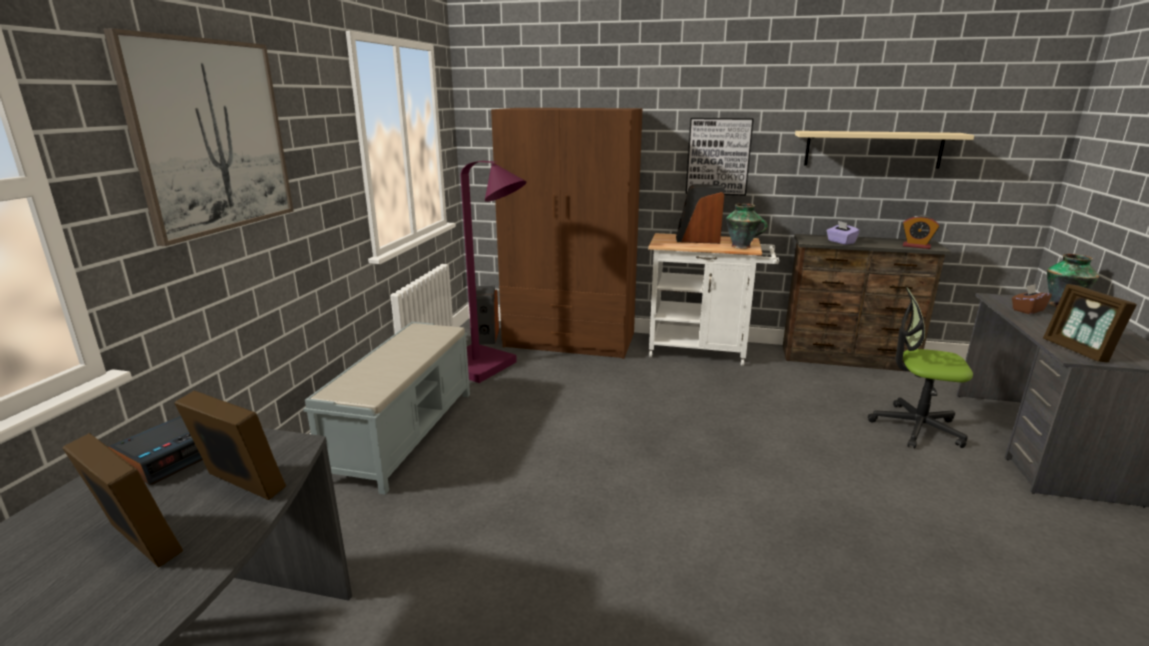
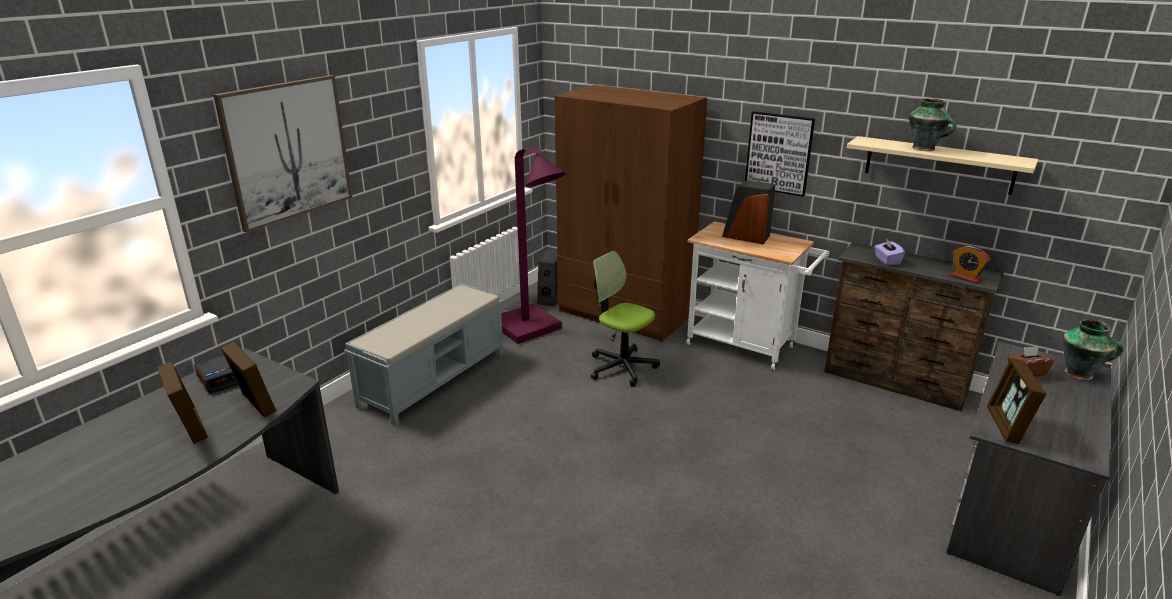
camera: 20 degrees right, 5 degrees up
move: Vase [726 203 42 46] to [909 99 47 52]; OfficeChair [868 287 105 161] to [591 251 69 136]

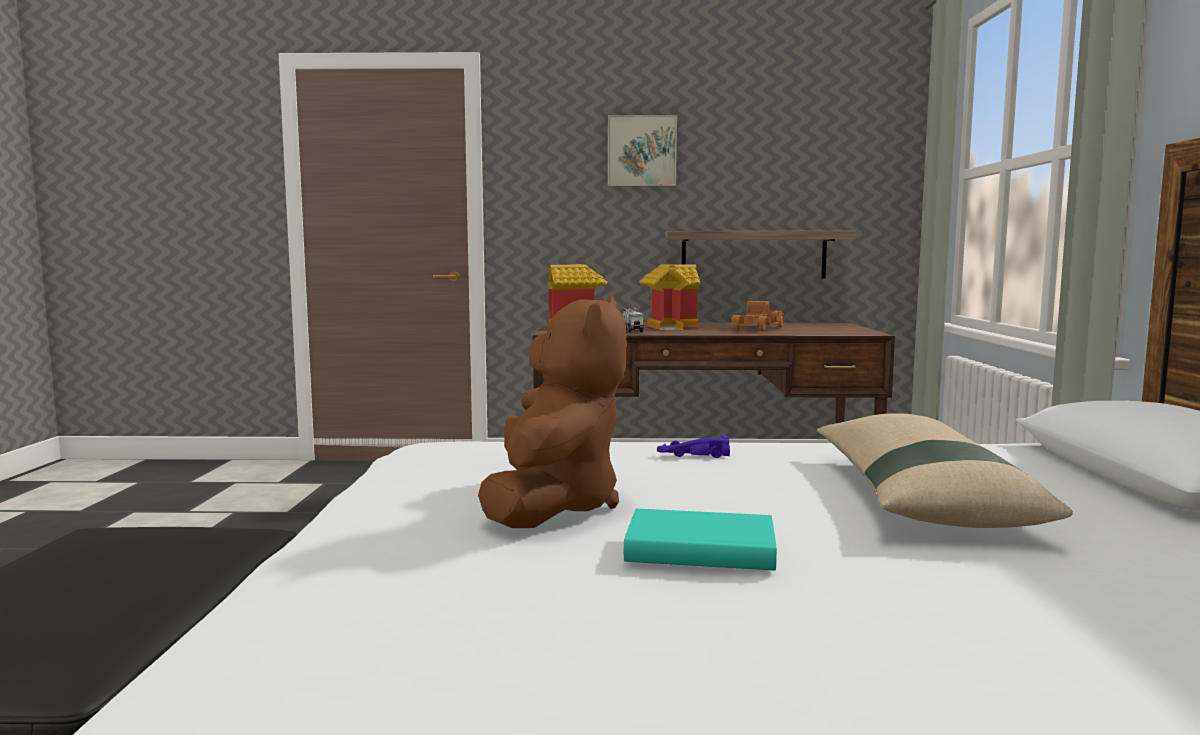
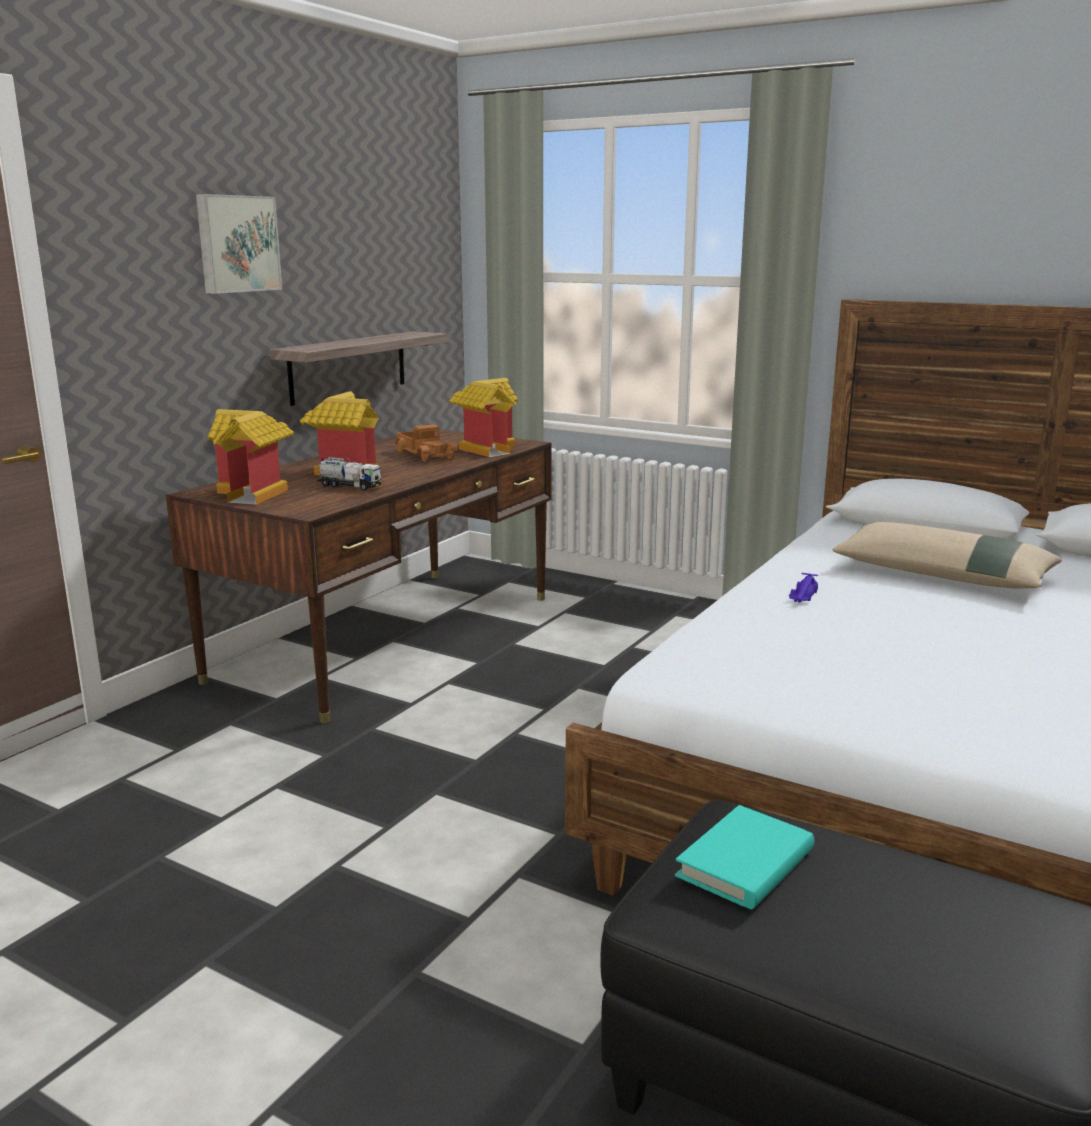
camera: 60 degrees left, 10 degrees up
delete: BrownPlushToy [478 294 149 234]
insert: ToyHouse [449 378 69 79]
move: TurquoiseBook [624 509 153 61] to [675 805 139 105]

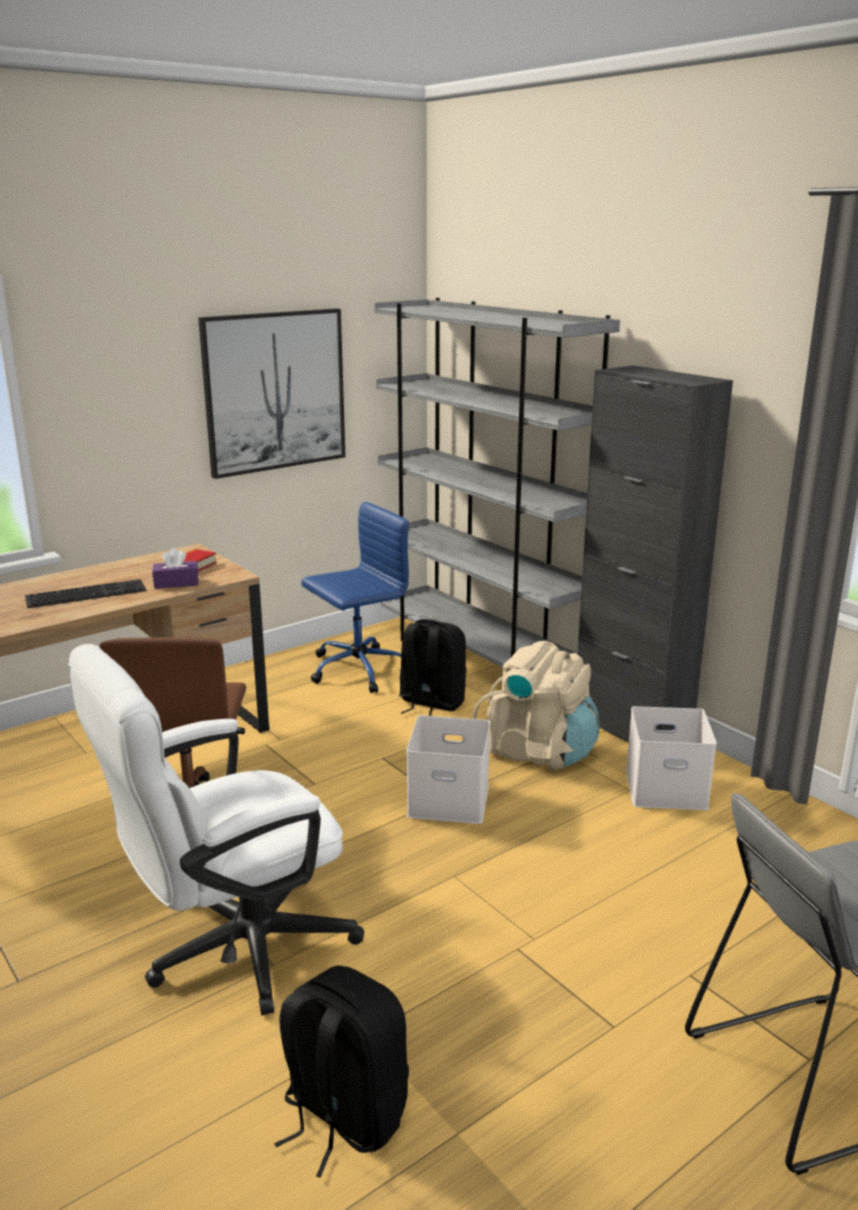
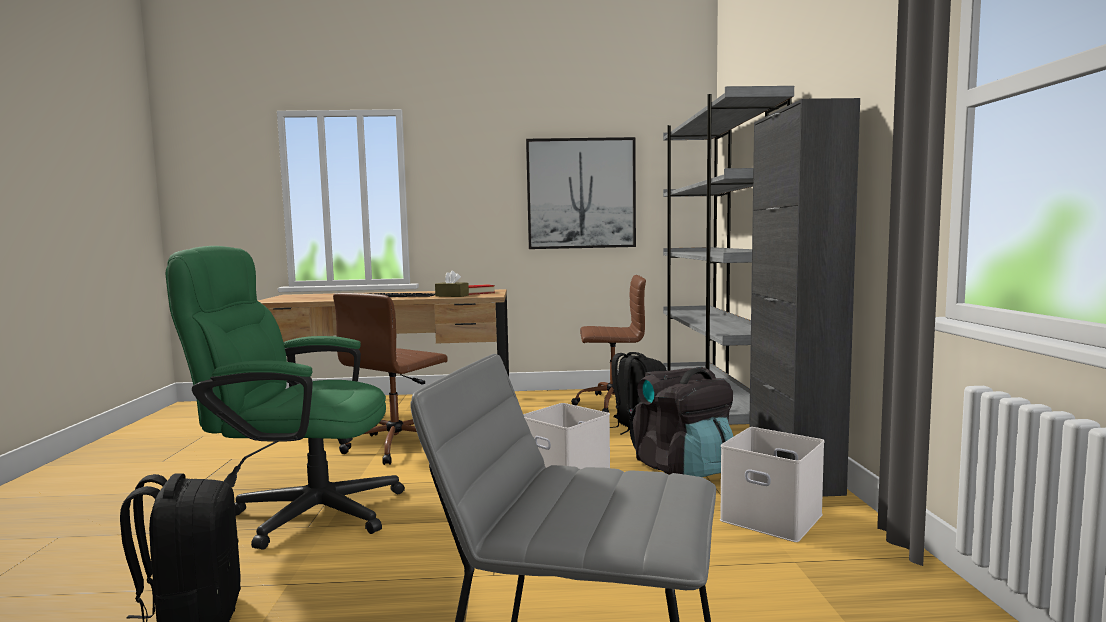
camera: 35 degrees right, 15 degrees down
recolor: WhiteOfficeChair [68 644 296 372] to GreenOfficeChair [166 246 239 304]; PurpleTissueBox [152 548 46 41] to BrownTissueBox [435 271 34 26]; BlueOfficeChair [301 502 108 191] to BrownOfficeChair [571 275 75 138]; BeigeBackpack [472 641 128 129] to BlackBackpack [629 367 105 110]

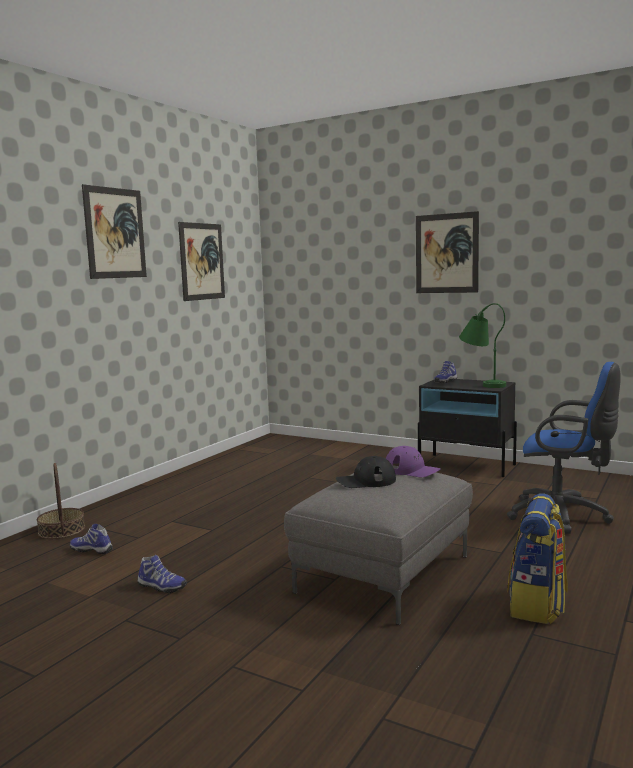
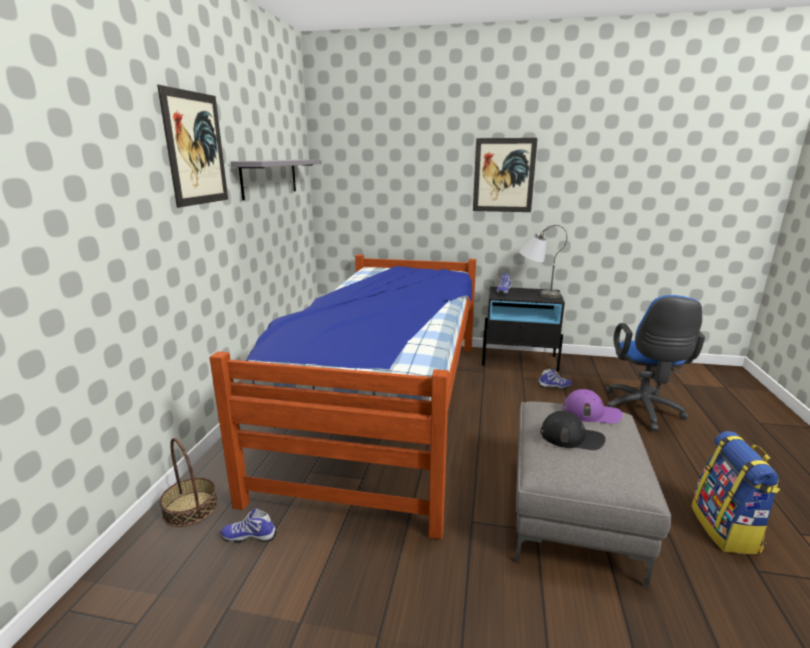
camera: 20 degrees left, 10 degrees up
insert: Bed [210 254 266 285]
move: Shoe [137 555 50 38] to [538 368 34 21]
replace: Picture [178 222 47 79] to GreyShelf [231 160 91 40]
recolor: GreenTableLamp [459 303 47 85] to GreyTableLamp [519 225 48 74]
rotate: BlackCap [336 456 60 32] = [541 411 65 39] 135 degrees counterclockwise; BlueOfficeChair [507 362 114 172] = [605 295 100 136] 90 degrees clockwise

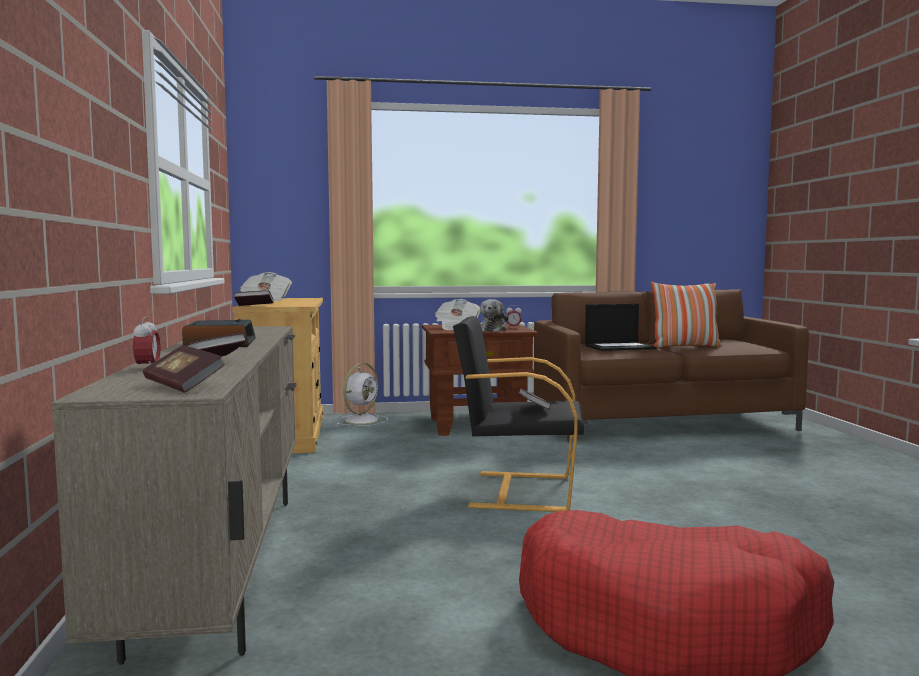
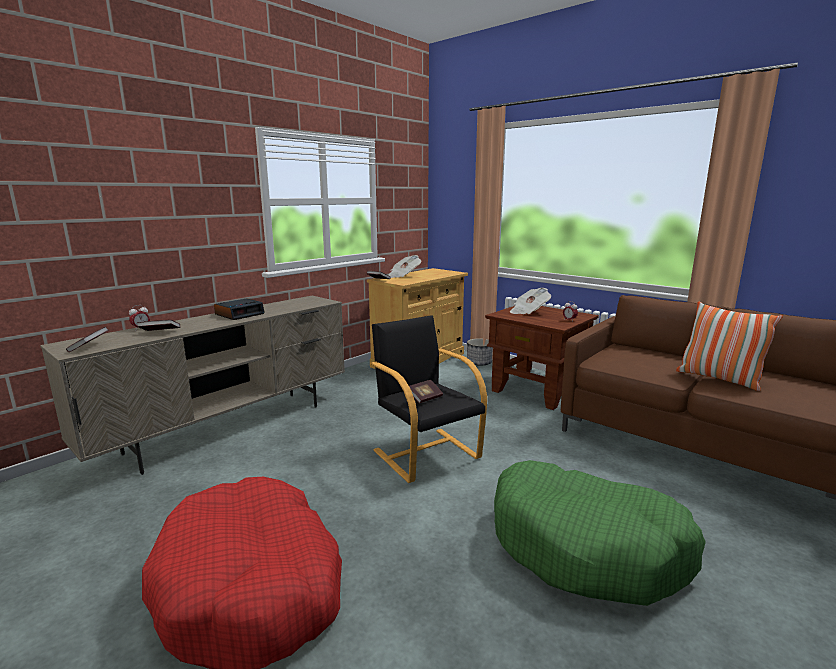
camera: 50 degrees right, 10 degrees up
delete: PlushToy [480 299 29 33]; Laptop [585 304 72 47]
insert: GreenDogBed [494 460 212 146]
replace: WhiteFan [337 363 51 63] to Planter [467 338 26 28]

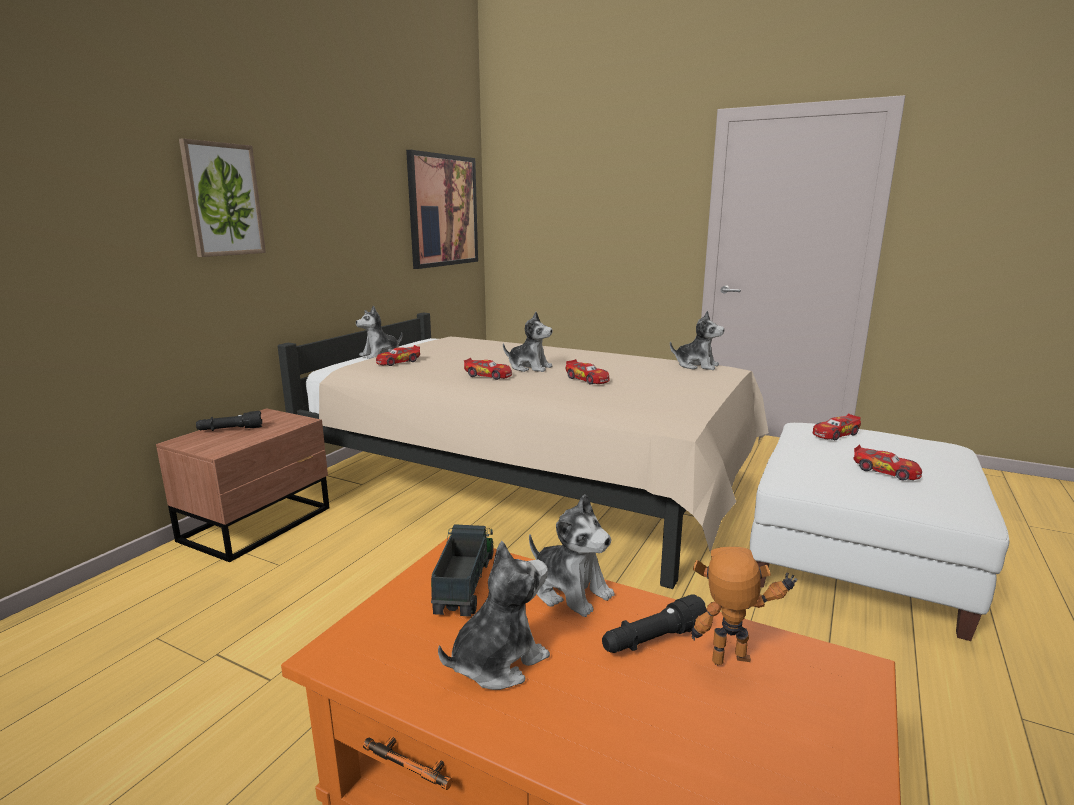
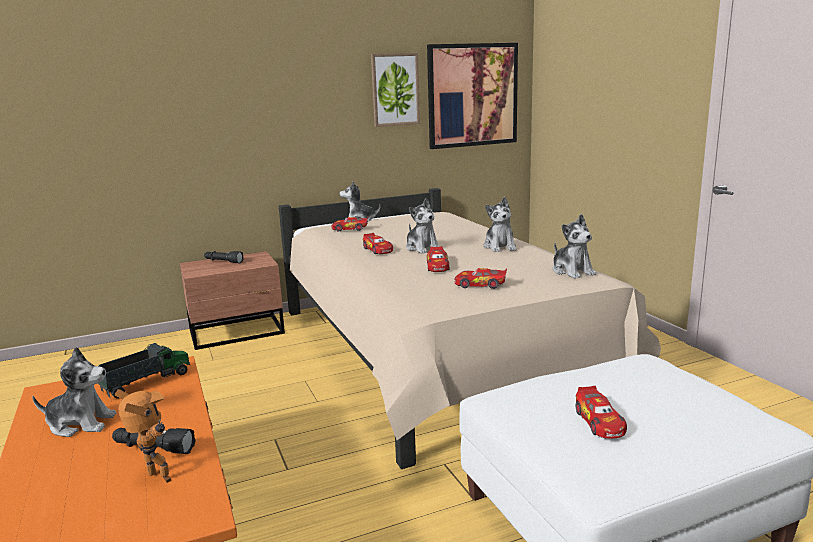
camera: 40 degrees right, 0 degrees up
move: Picture [179 138 87 119] to [371 53 49 74]; PlushToy [529 494 86 123] to [484 197 33 55]; ToyCar [813 413 48 27] to [454 268 53 21]

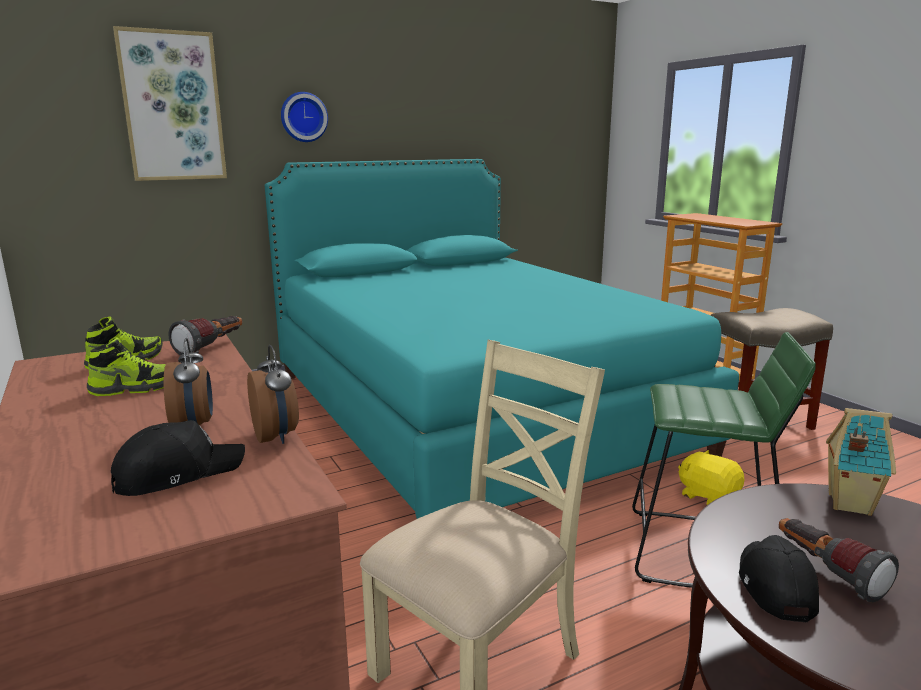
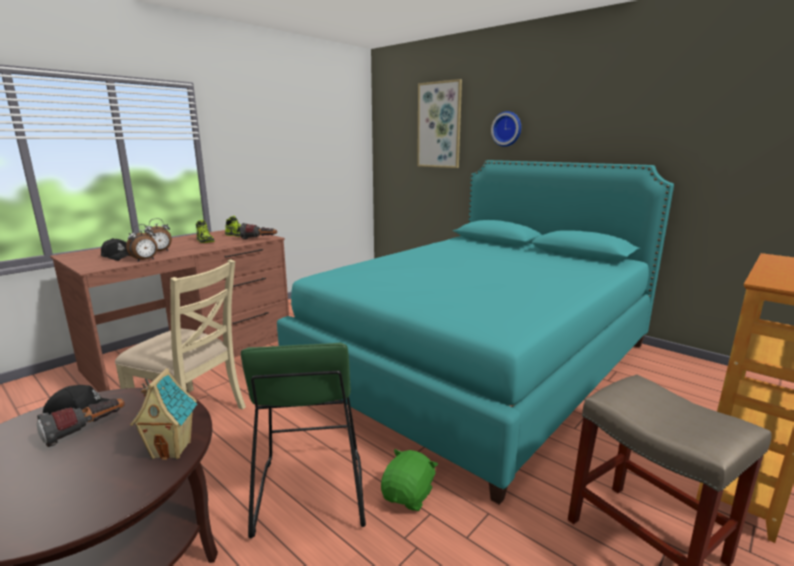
camera: 70 degrees right, 0 degrees up
recolor: YellowPlushToy [678 450 66 55] to GreenPlushToy [381 449 57 62]

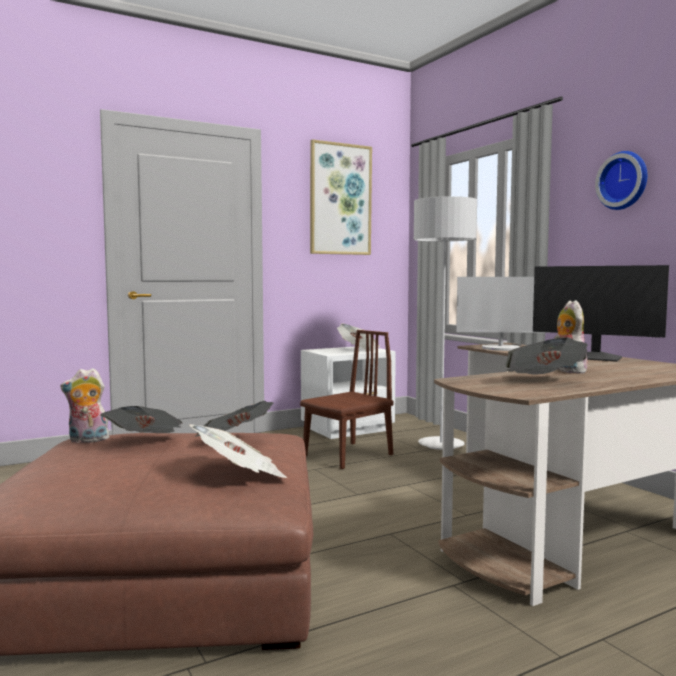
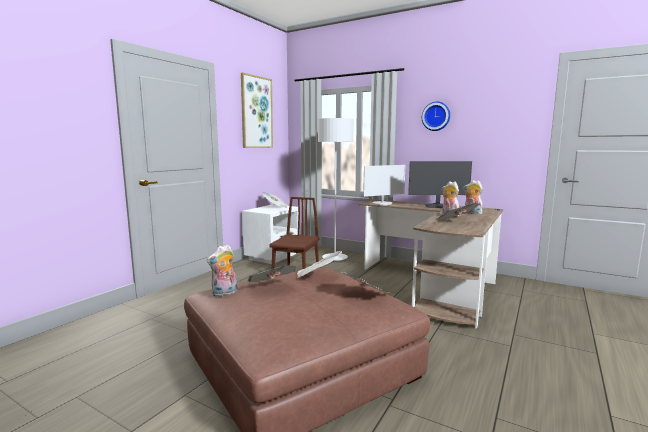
camera: 30 degrees left, 5 degrees up
insert: PlushToy [463 180 20 34]

